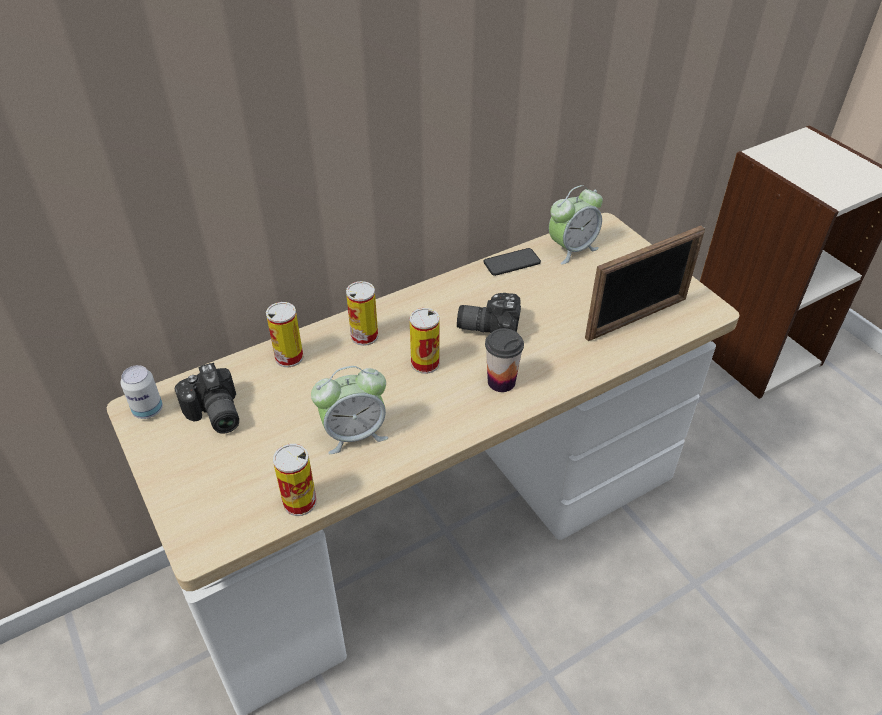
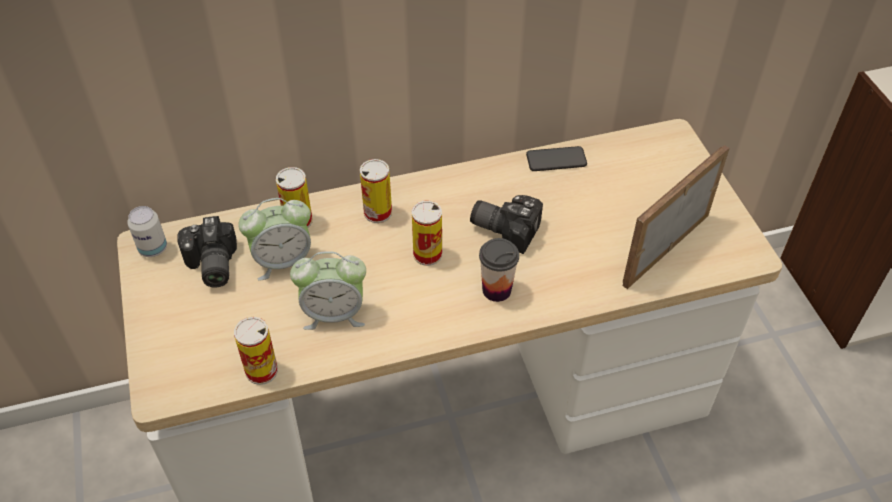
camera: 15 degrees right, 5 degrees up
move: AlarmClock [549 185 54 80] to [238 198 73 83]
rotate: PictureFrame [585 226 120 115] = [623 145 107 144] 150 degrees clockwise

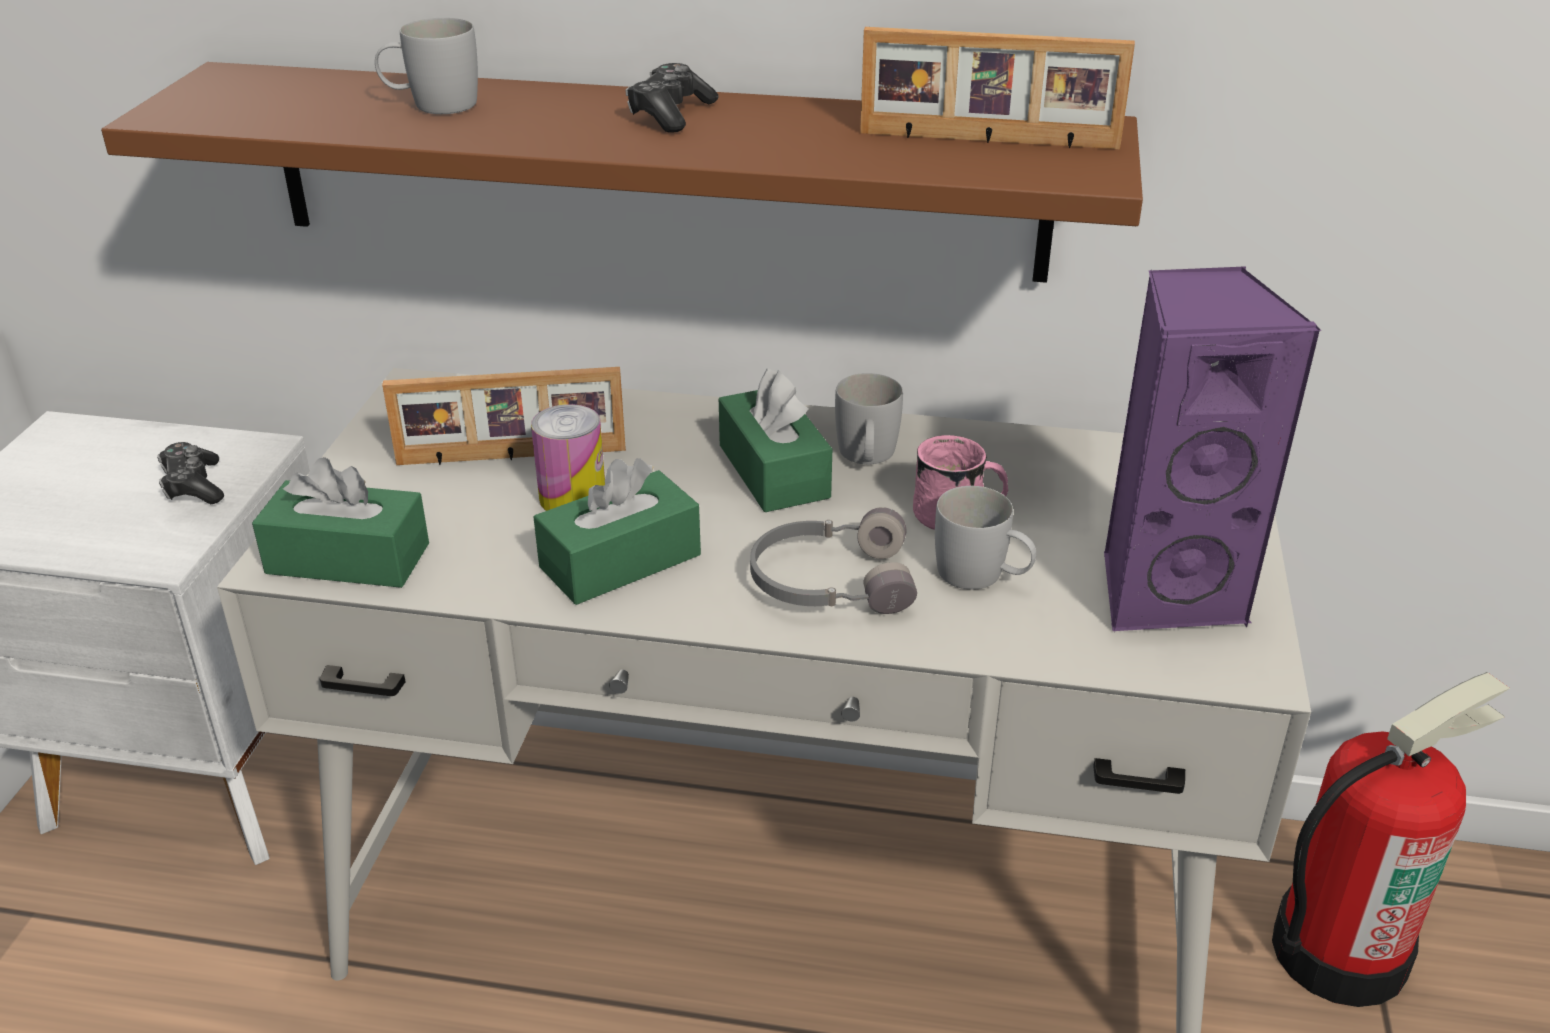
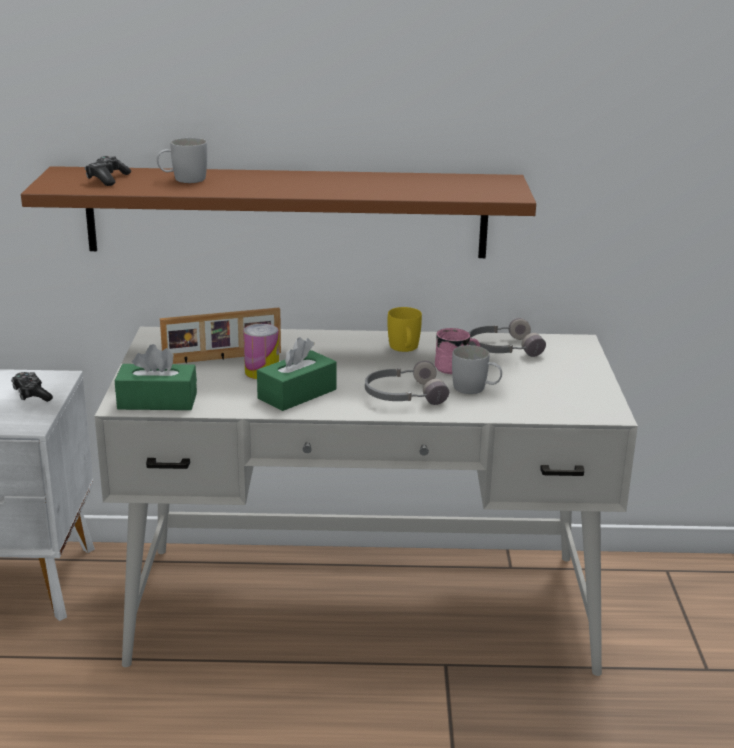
camera: 10 degrees left, 10 degrees down
delete: GreenTissueBox [719 369 113 143]; PictureFrame [860 27 275 122]; PurpleSpeaker [1104 266 218 367]; FireExtinguisher [1272 672 238 335]
insert: GreyHeadphones [469 318 77 39]
move: GameController [625 63 94 70] to [85 156 46 30]
recolor: WhiteMug [835 373 68 92] to YellowMug [388 307 34 45]

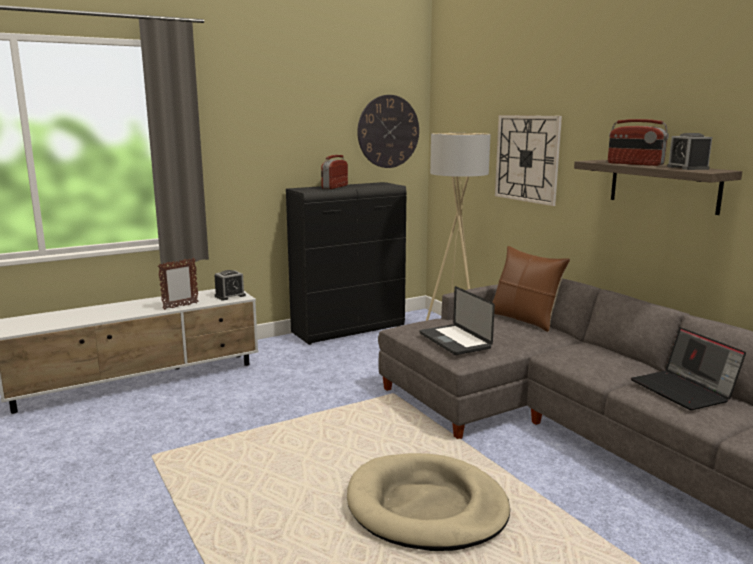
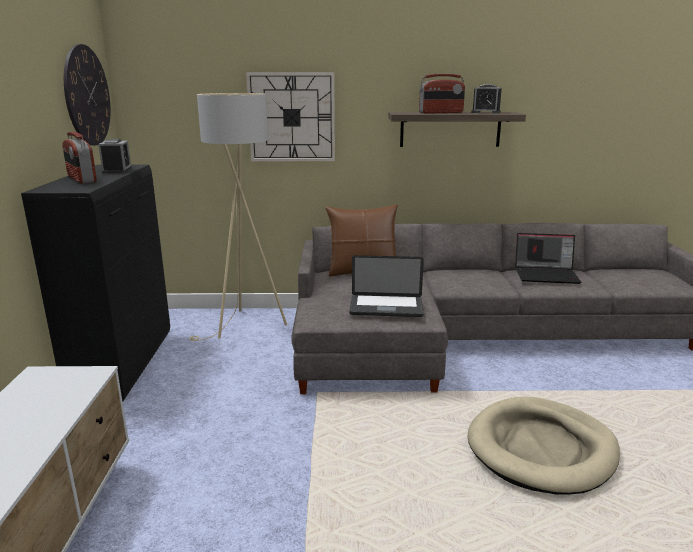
camera: 60 degrees left, 5 degrees up
delete: PictureFrame [158 258 41 52]
move: AlarmClock [214 270 32 30] to [98 139 34 35]

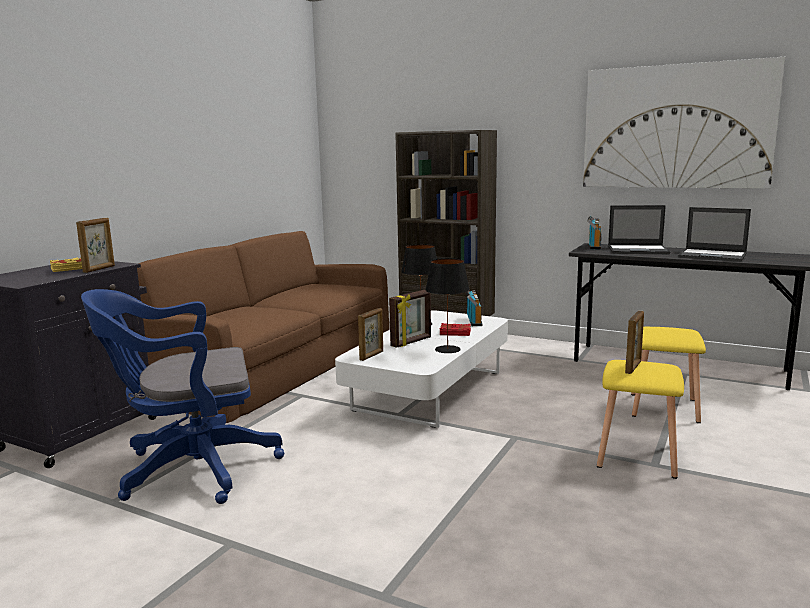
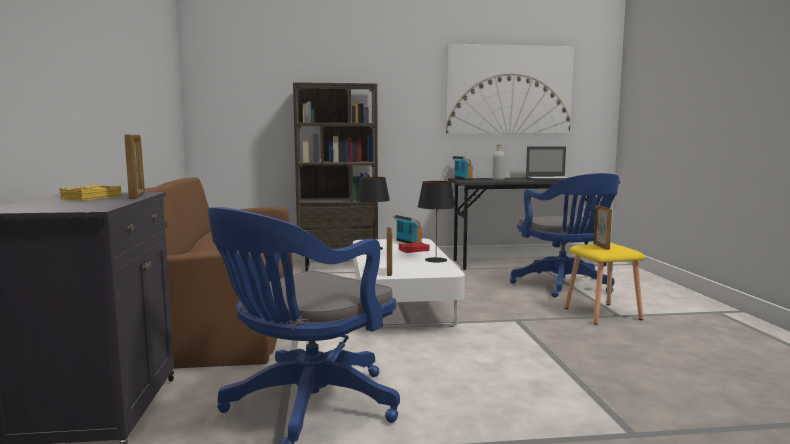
camera: 35 degrees left, 5 degrees down
delete: PictureFrame [389 290 42 58]
replace: Laptop [608 205 62 49] to GreyBottle [492 145 13 35]; YellowStool [631 327 75 96] to BlueOfficeChair [510 173 109 125]

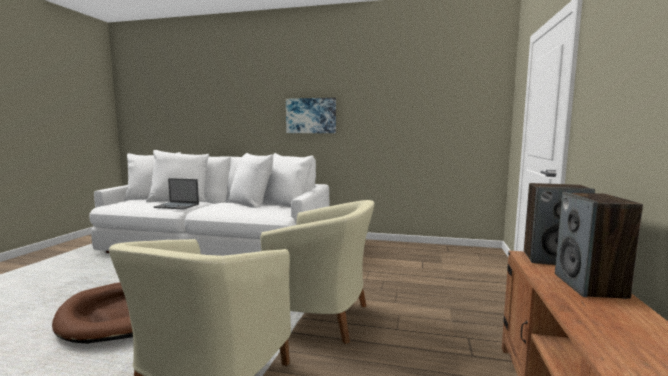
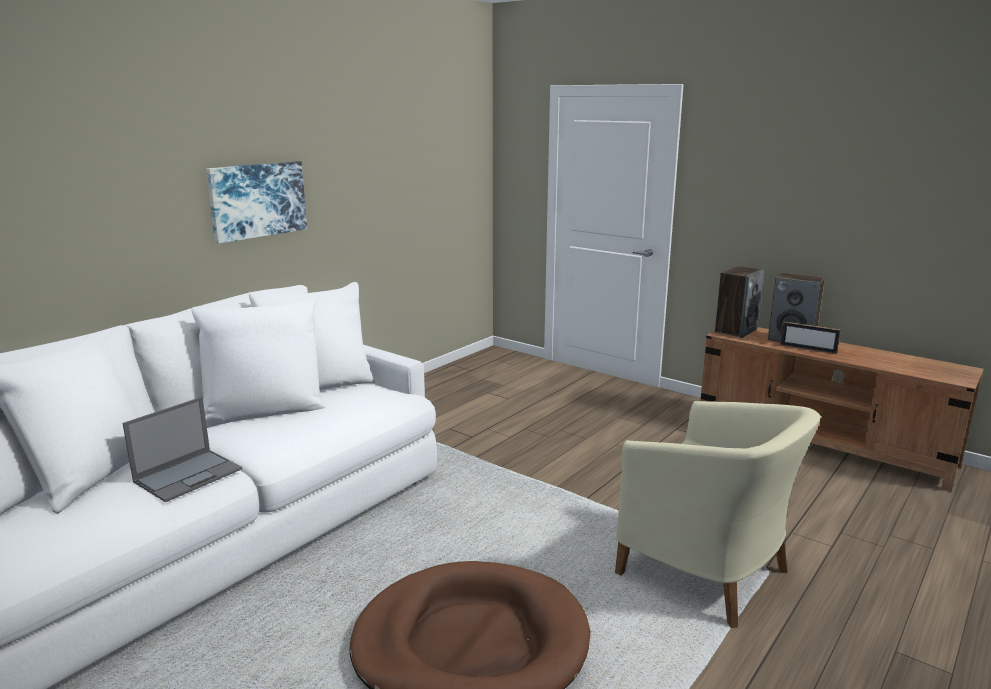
camera: 65 degrees left, 10 degrees up
delete: BeigeArmchair [261 200 113 144]
insert: PictureFrame [780 321 61 33]

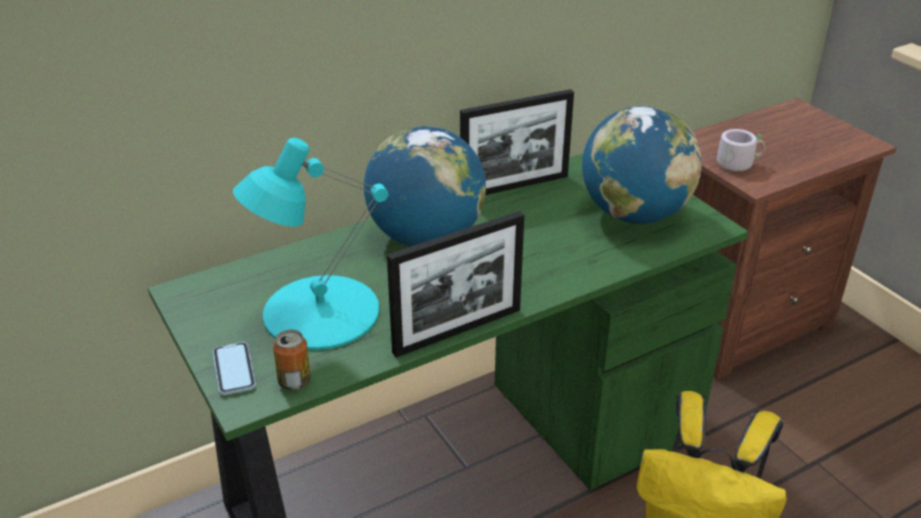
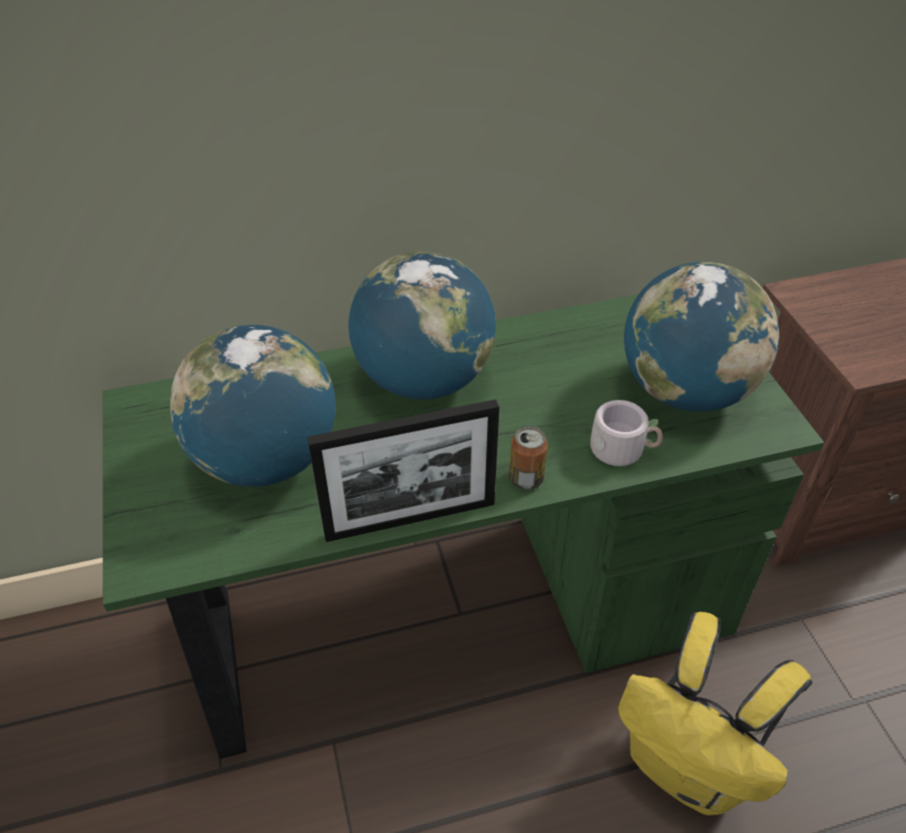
camera: 15 degrees right, 10 degrees up
delete: Phone [213 342 43 53]; PictureFrame [460 89 114 106]
move: Can [273 330 38 60] to [509 426 39 64]; GreyMug [717 129 48 42] to [590 400 73 66]
replace: TurquoiseTableLamp [233 138 156 212] to Globe [169 325 167 162]

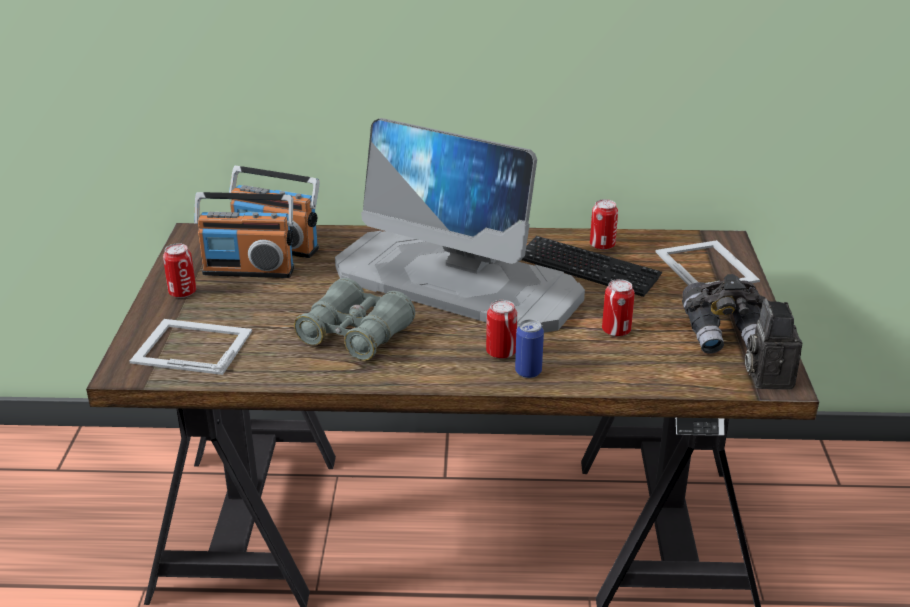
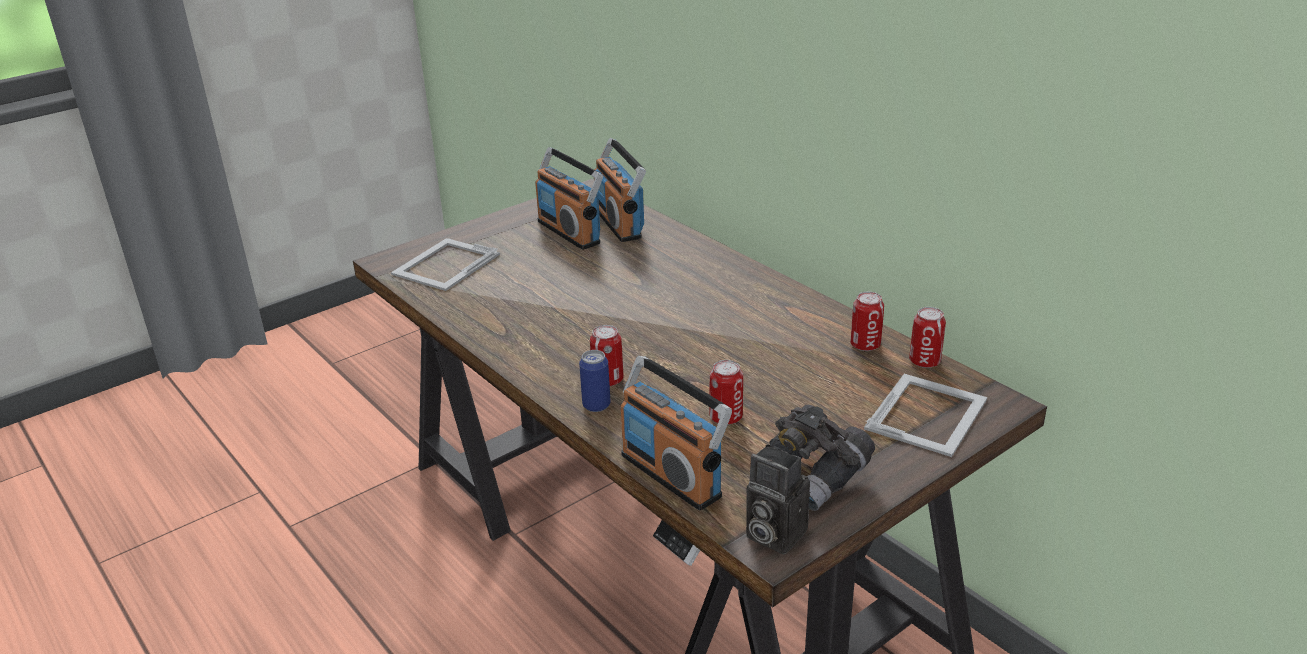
camera: 50 degrees right, 0 degrees up
delete: GreyBinoculars [294 278 121 82]; Monitor [335 118 250 215]; Keyboard [522 236 140 61]
insert: Radio [621 356 111 154]
move: Can [163 243 33 55] to [909 307 37 61]
rotate: PictureFrame [129 319 123 56] = [391 238 109 53] 120 degrees counterclockwise; PhotoCamera [745 298 58 92] = [746 444 64 110] 105 degrees counterclockwise

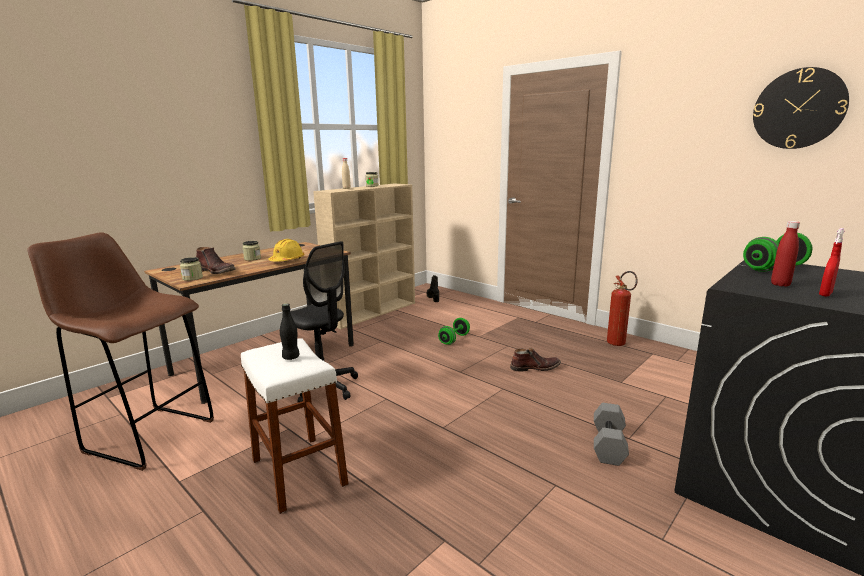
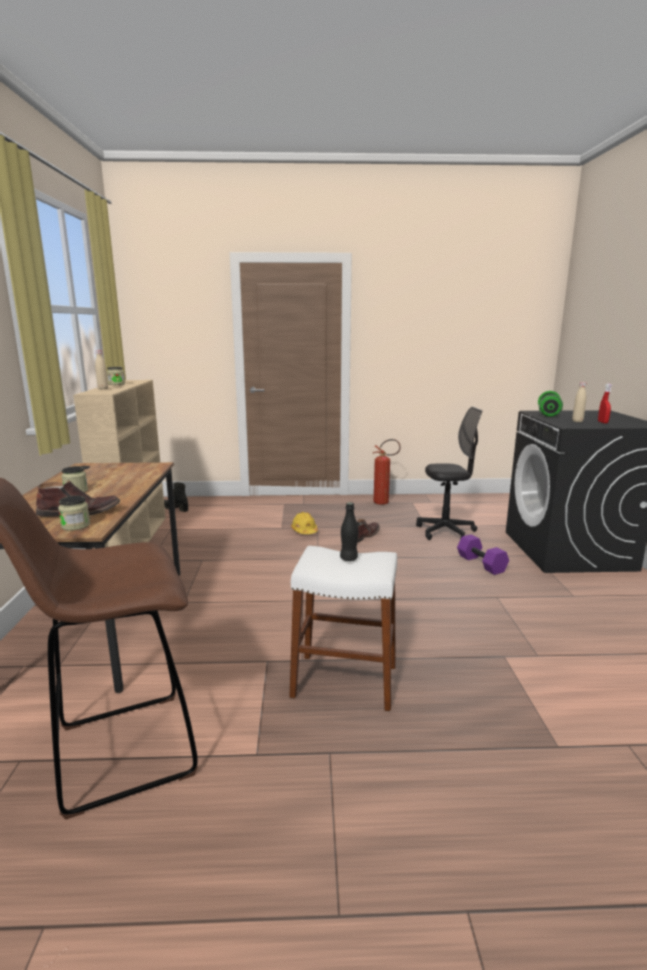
camera: 45 degrees left, 0 degrees up
delete: GreenDumbbell [438 318 32 27]; WallClock [753 67 96 82]
move: YellowHardHat [268 239 37 23] to [291 512 27 22]; BlackOfficeChair [290 241 68 162] to [416 406 66 134]
recolor: GreyDumbbell [594 403 35 63] to PurpleDumbbell [457 535 52 40]; RedBottle [771 221 29 66] to BeigeBottle [572 382 14 40]

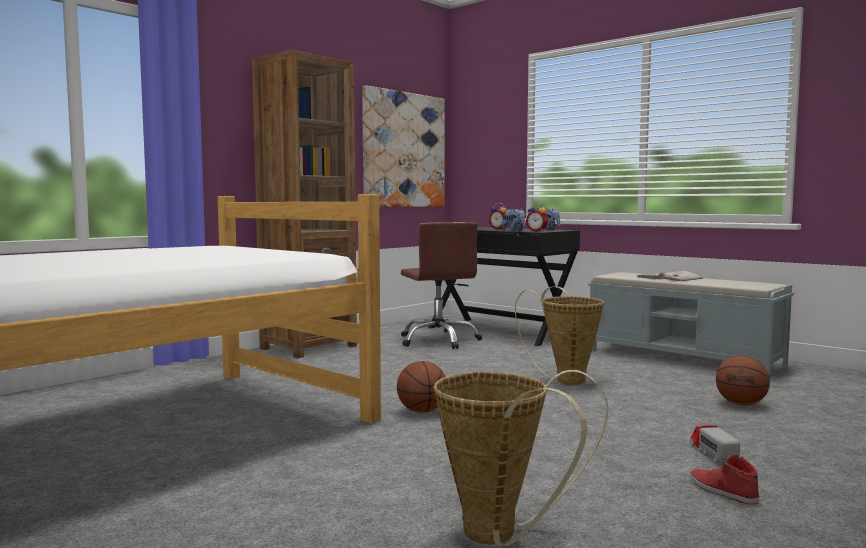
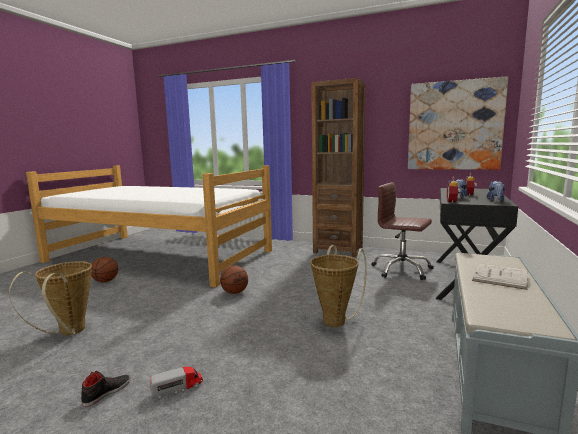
camera: 70 degrees right, 5 degrees up
move: Basketball [716 356 54 49] to [91 257 27 25]
recolor: RedShoe [690 454 70 50] to BlackShoe [81 371 50 36]
rotate: BrownOfficeChair [401 222 81 127] = [371 182 63 98] 75 degrees clockwise

